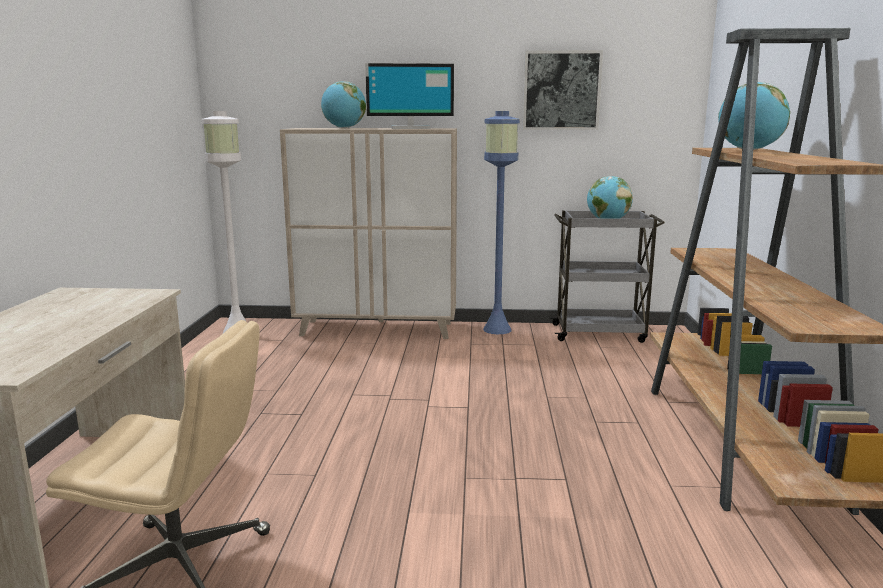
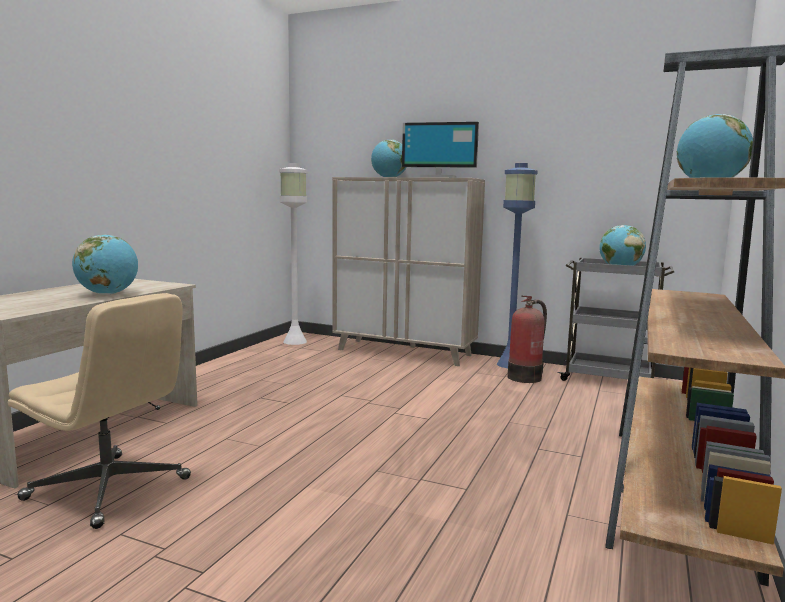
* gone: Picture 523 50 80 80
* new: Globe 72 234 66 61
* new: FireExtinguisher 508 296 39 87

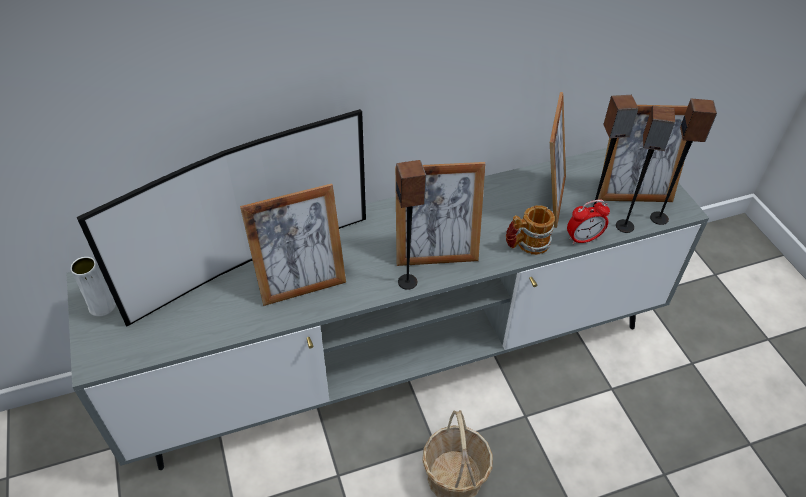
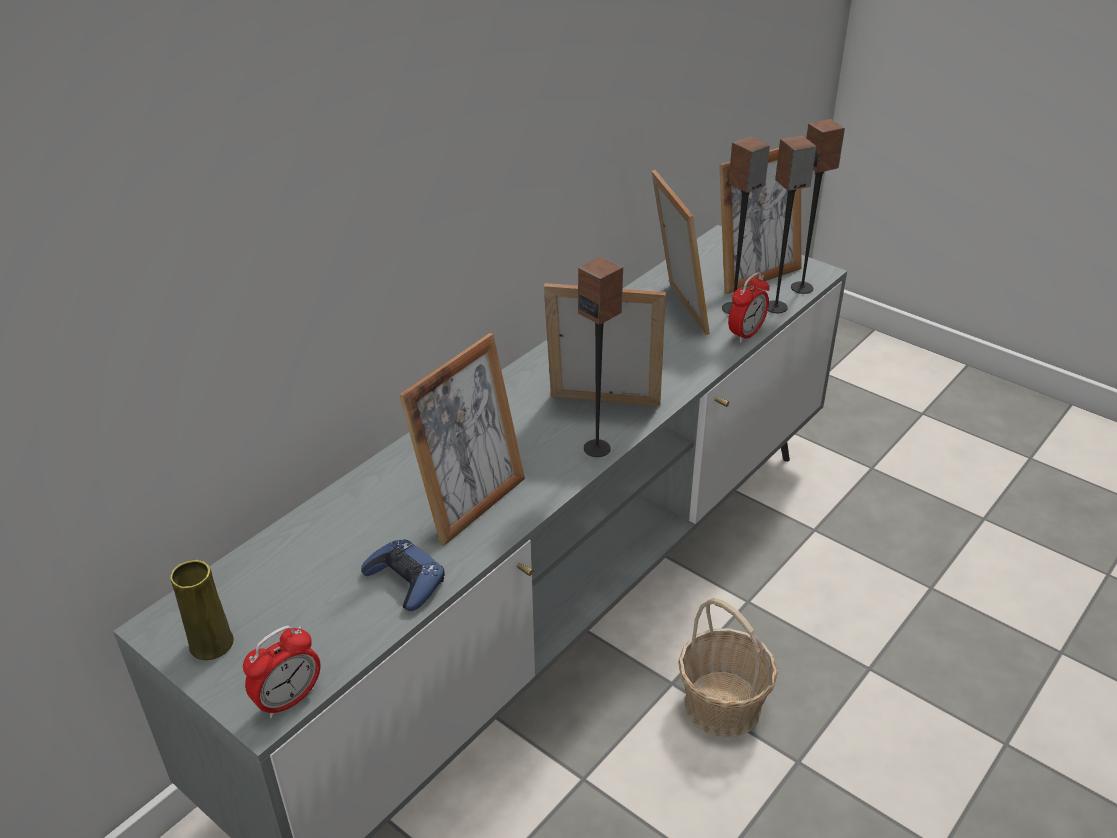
* gone: Television 77 109 289 218
* rotated: PictureFrame 395 162 90 104 = 544 283 122 123 135 degrees counterclockwise
* gone: Mug 506 205 49 50
* repainted: WhiteVase 71 257 45 59 to YellowVase 170 560 64 100
* new: BlueGameController 361 539 84 72
* new: AlarmClock 243 625 78 93

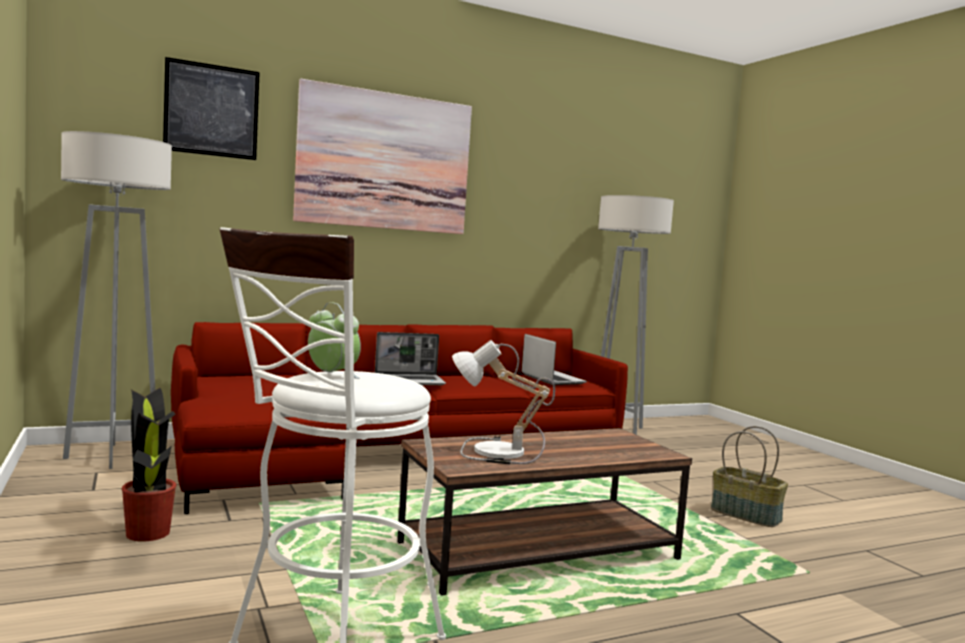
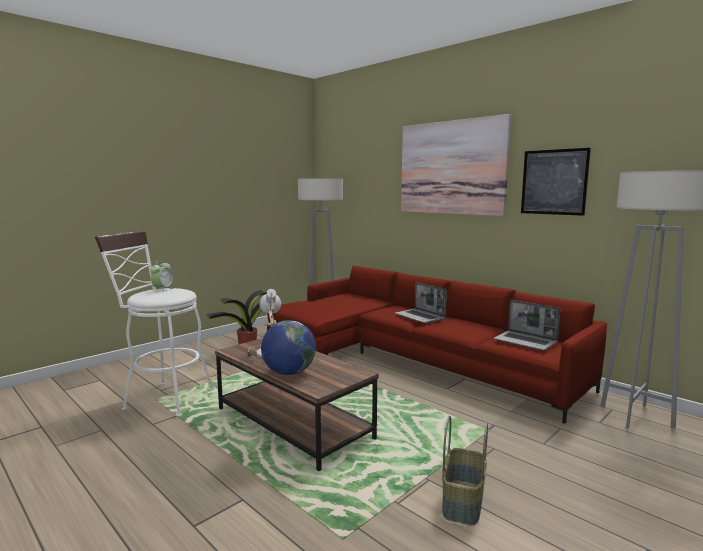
* shifted: Picture 163 57 97 103 to 521 148 70 68
* rotated: Laptop 522 334 65 51 = 494 300 67 51 90 degrees clockwise
* new: Globe 261 320 55 55

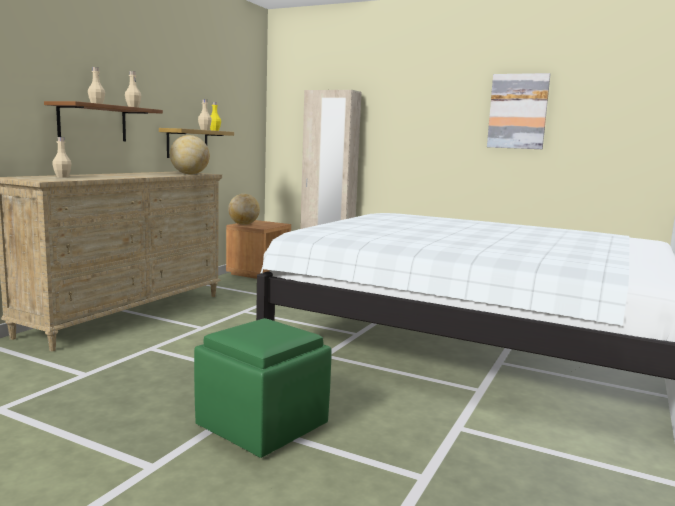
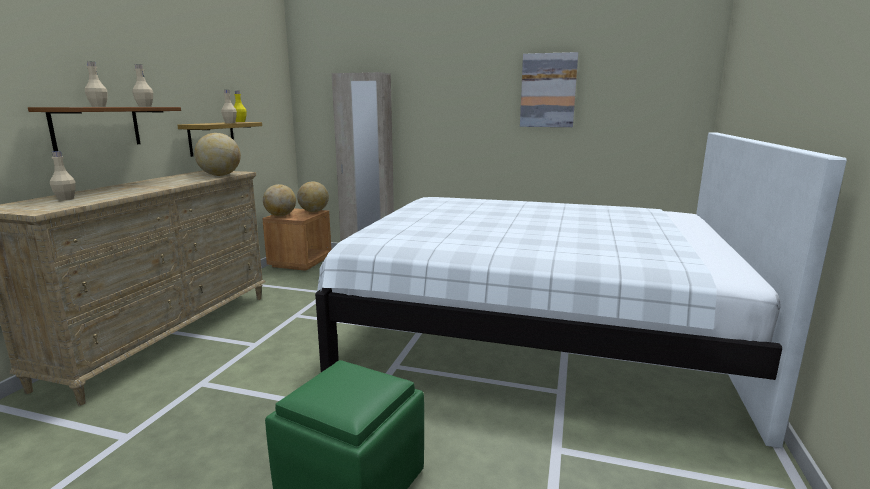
* new: Globe 297 181 32 31

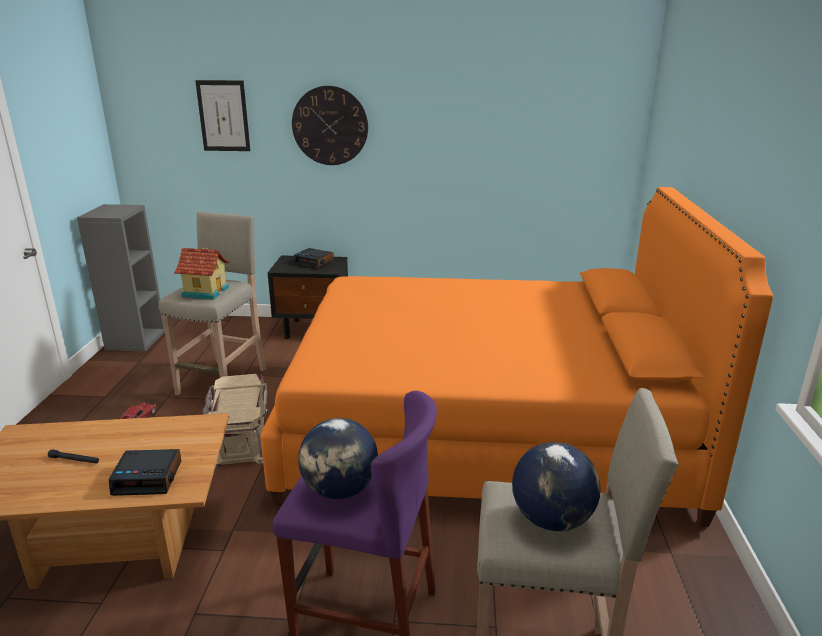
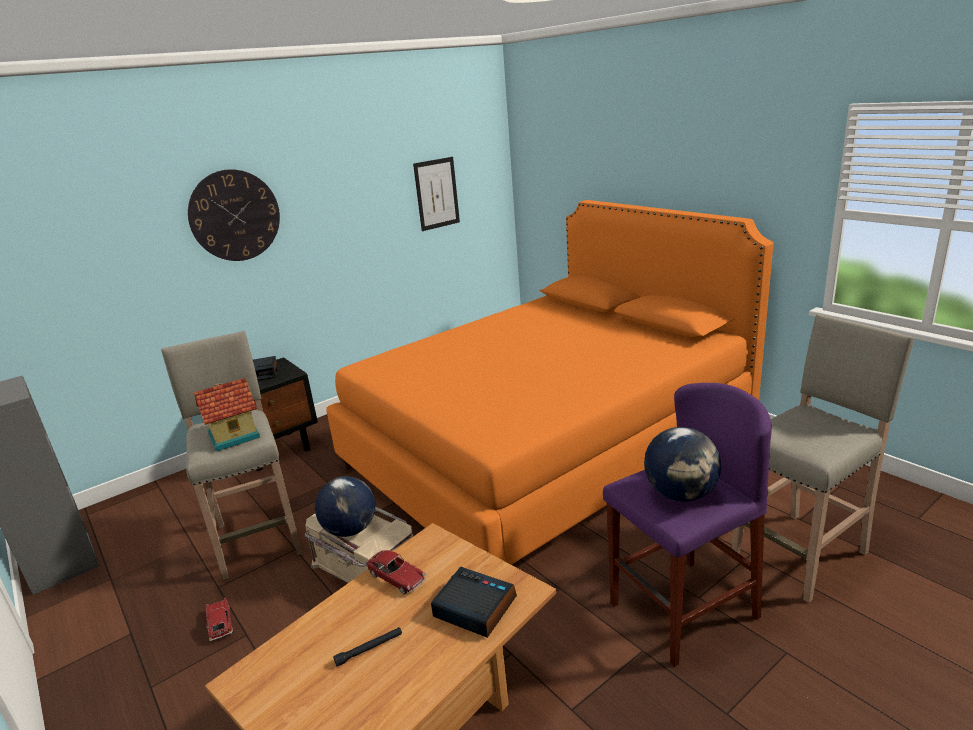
* shifted: Picture 195 80 55 71 to 413 157 47 74
* shifted: Globe 512 442 89 89 to 315 476 60 61
* rotated: AlarmClock 109 449 72 47 = 431 567 86 71 105 degrees counterclockwise
* new: ToyCar 366 550 59 44

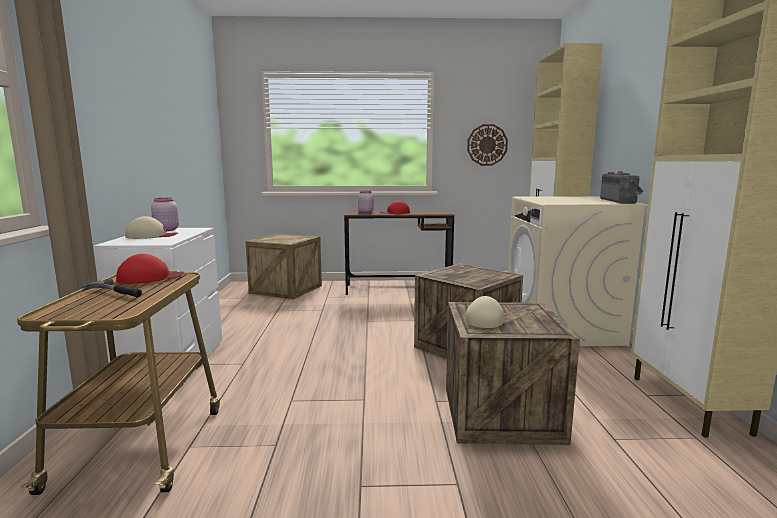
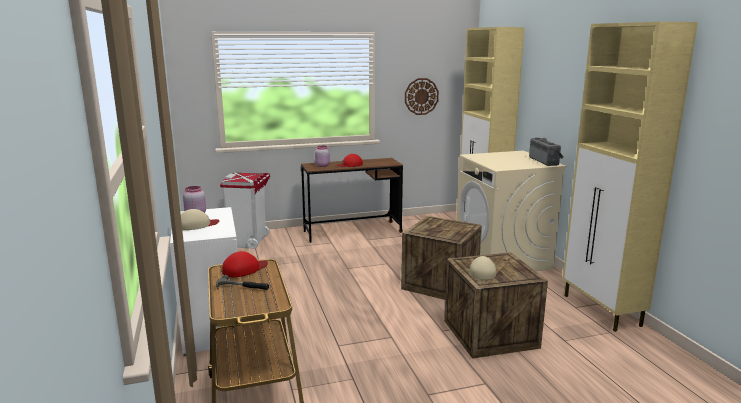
* swapped: Crate 245 234 77 65 to WhiteTrashCan 220 173 50 76

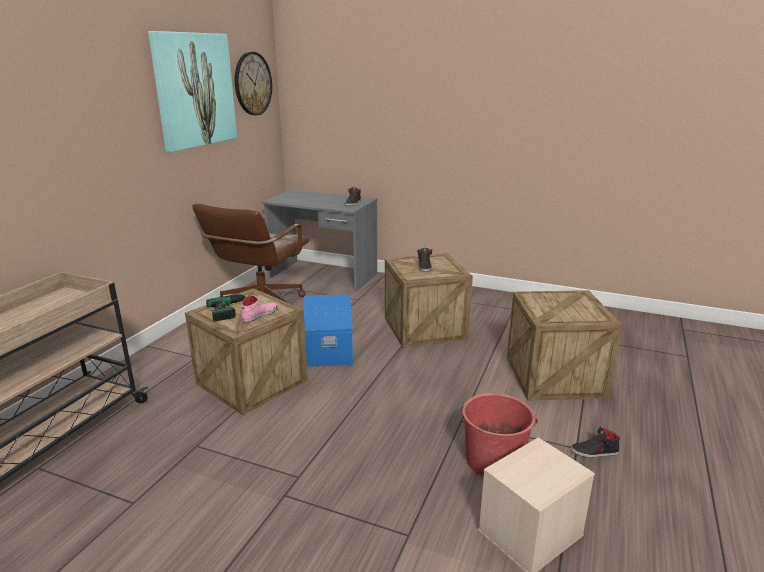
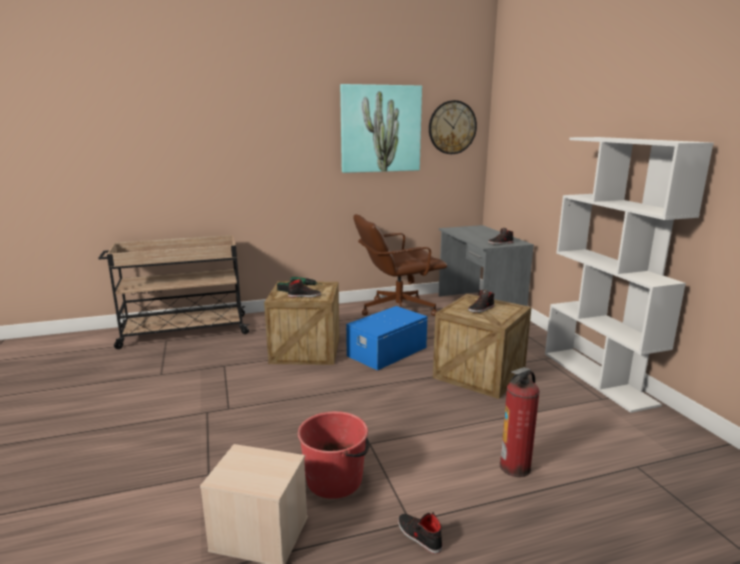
* swapped: Crate 507 290 115 111 to FireExtinguisher 500 367 40 110
* repainted: PinkShoe 241 295 37 28 to BlackShoe 288 278 33 20
* new: WhiteBookcase 545 137 169 276

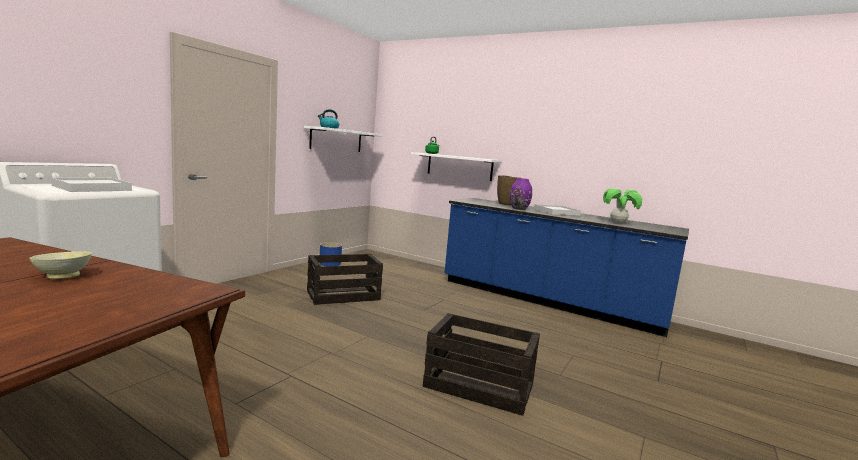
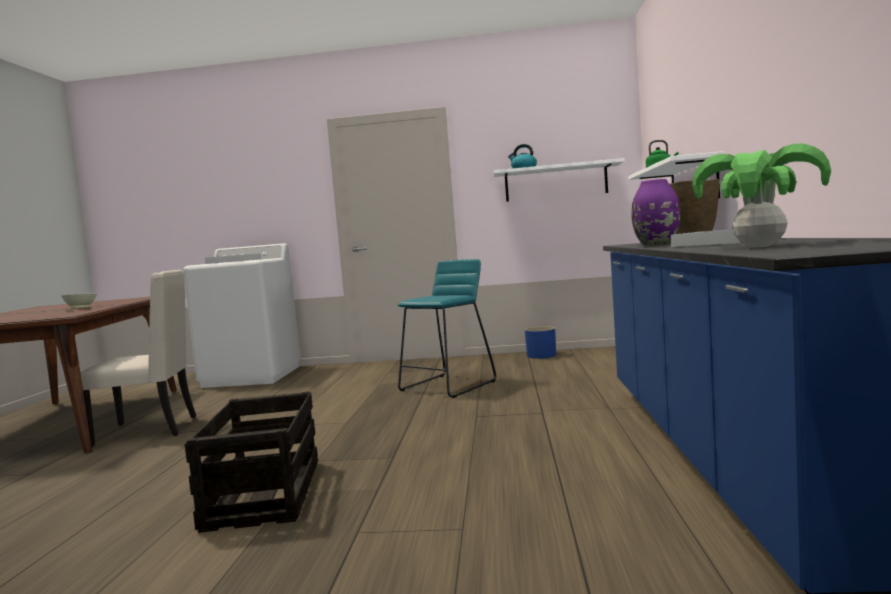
* swapped: Crate 307 254 76 51 to TurquoiseStool 398 259 98 139
* new: BeigeChair 80 270 116 177

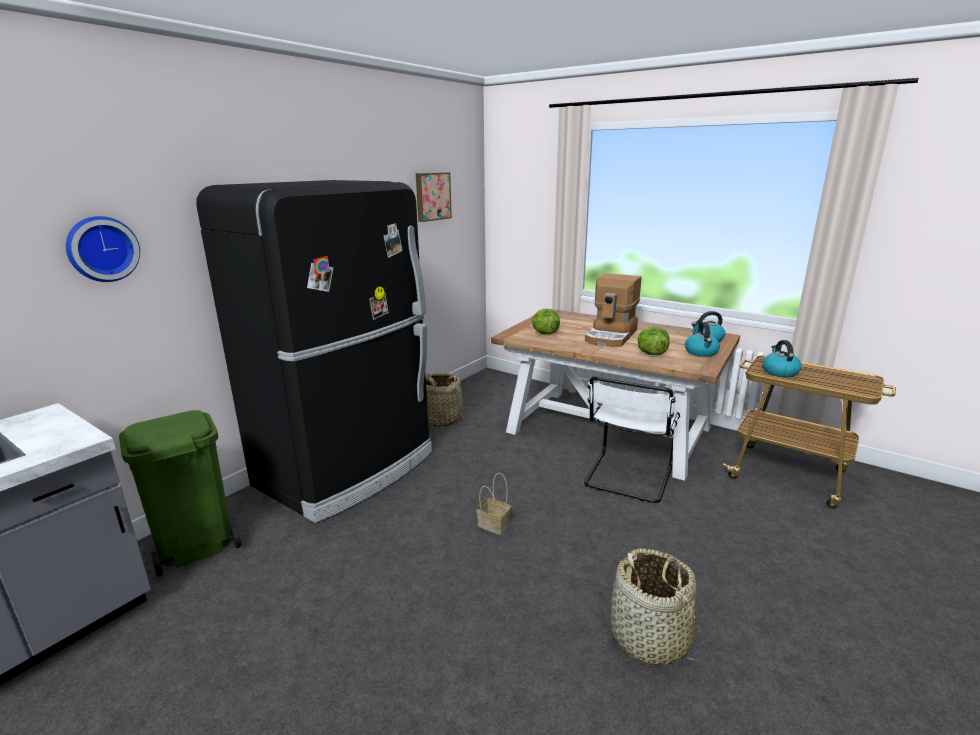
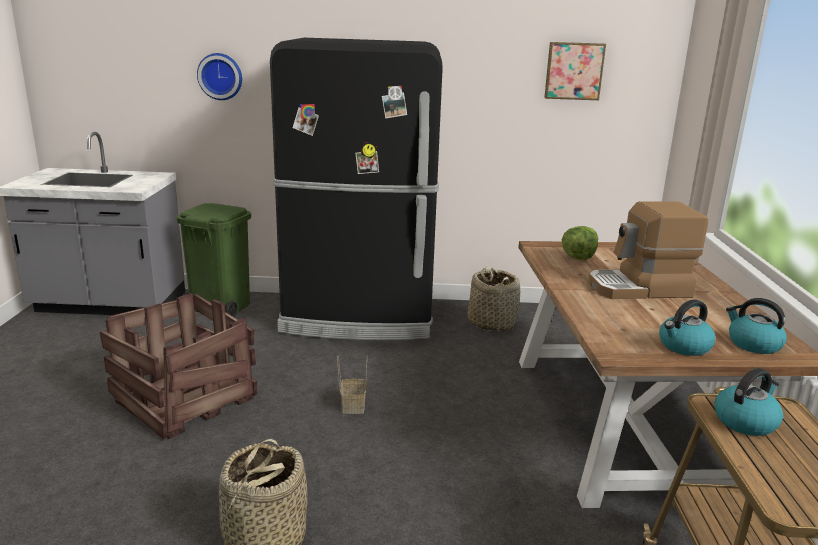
* gone: Lettuce 637 326 33 29
* gone: WhiteChair 584 376 96 127
* new: Crate 100 293 157 146

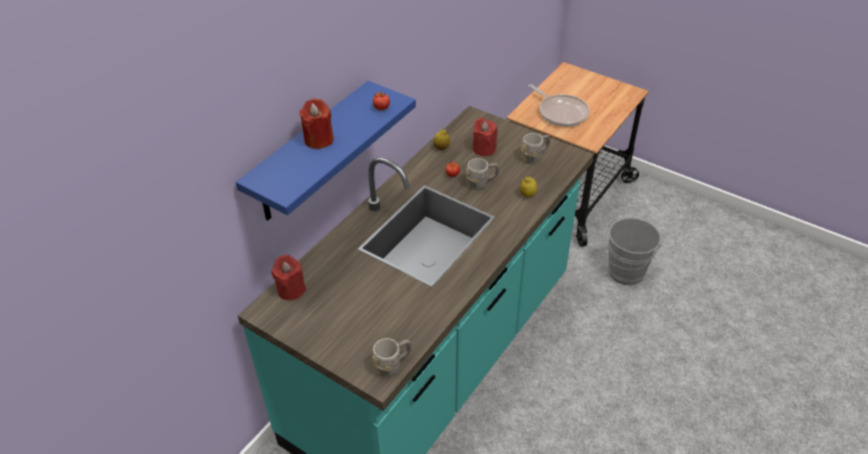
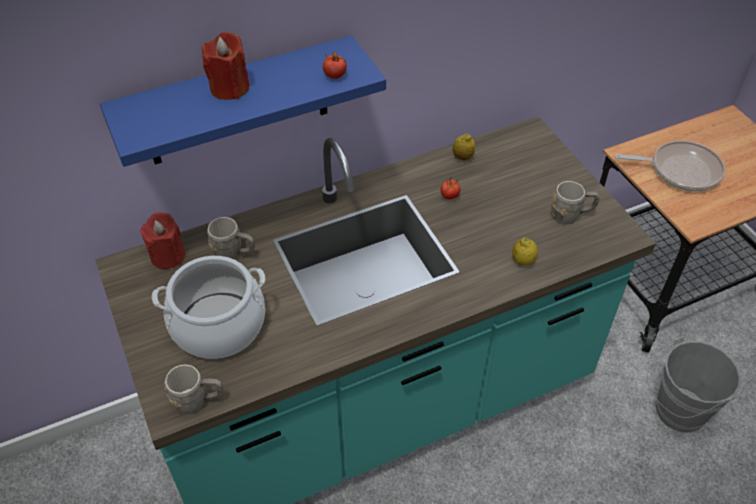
* rotated: FryingPan 528 84 62 42 = 615 140 110 51 75 degrees counterclockwise
* gone: RedCandle 473 118 24 38
* shifted: GreyMug 466 158 33 32 to 207 217 48 43
* new: CookingPot 152 256 113 103

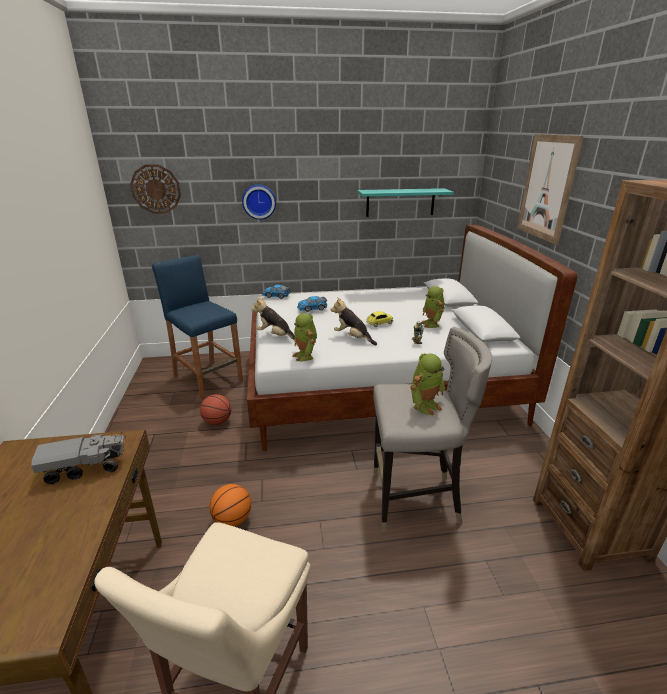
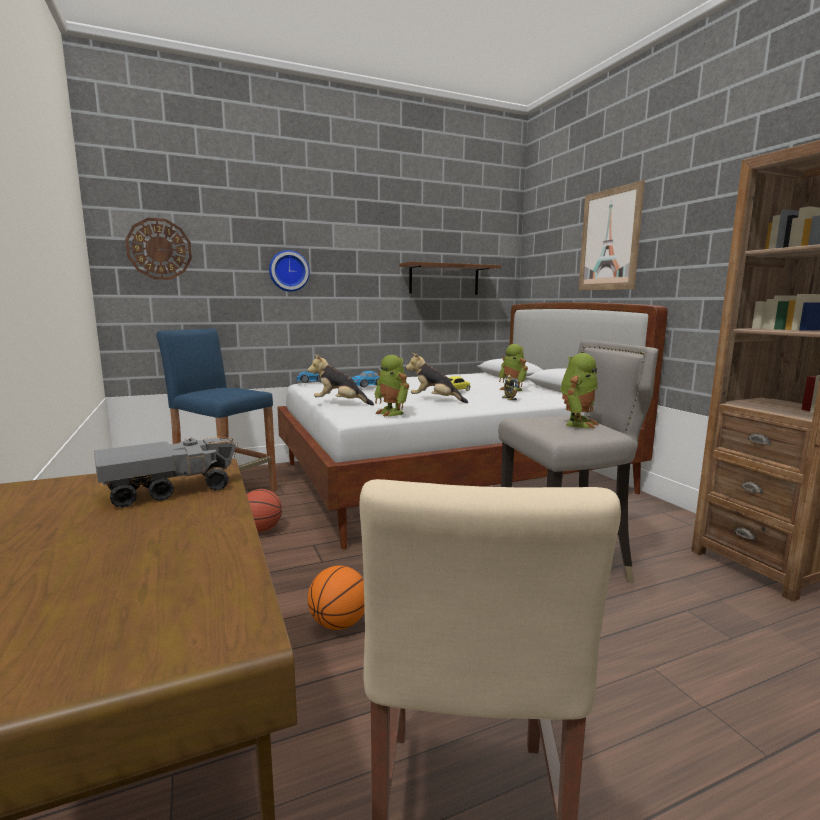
* repainted: TurquoiseShelf 357 188 97 29 to BrownShelf 399 262 102 33

